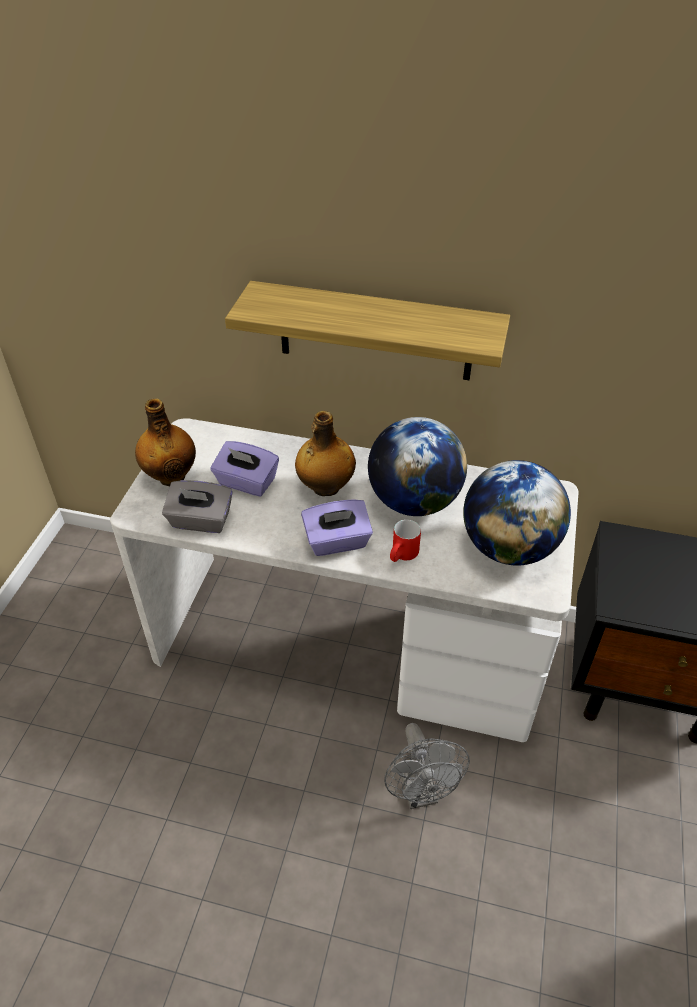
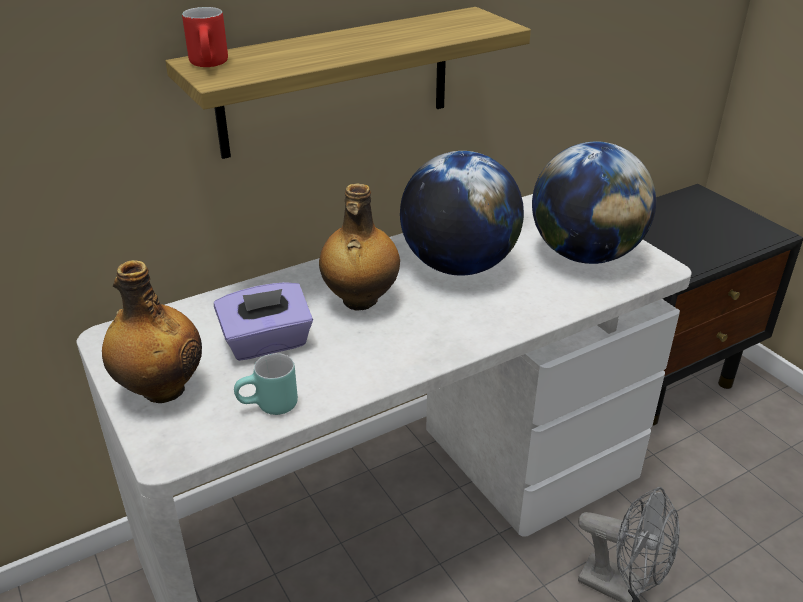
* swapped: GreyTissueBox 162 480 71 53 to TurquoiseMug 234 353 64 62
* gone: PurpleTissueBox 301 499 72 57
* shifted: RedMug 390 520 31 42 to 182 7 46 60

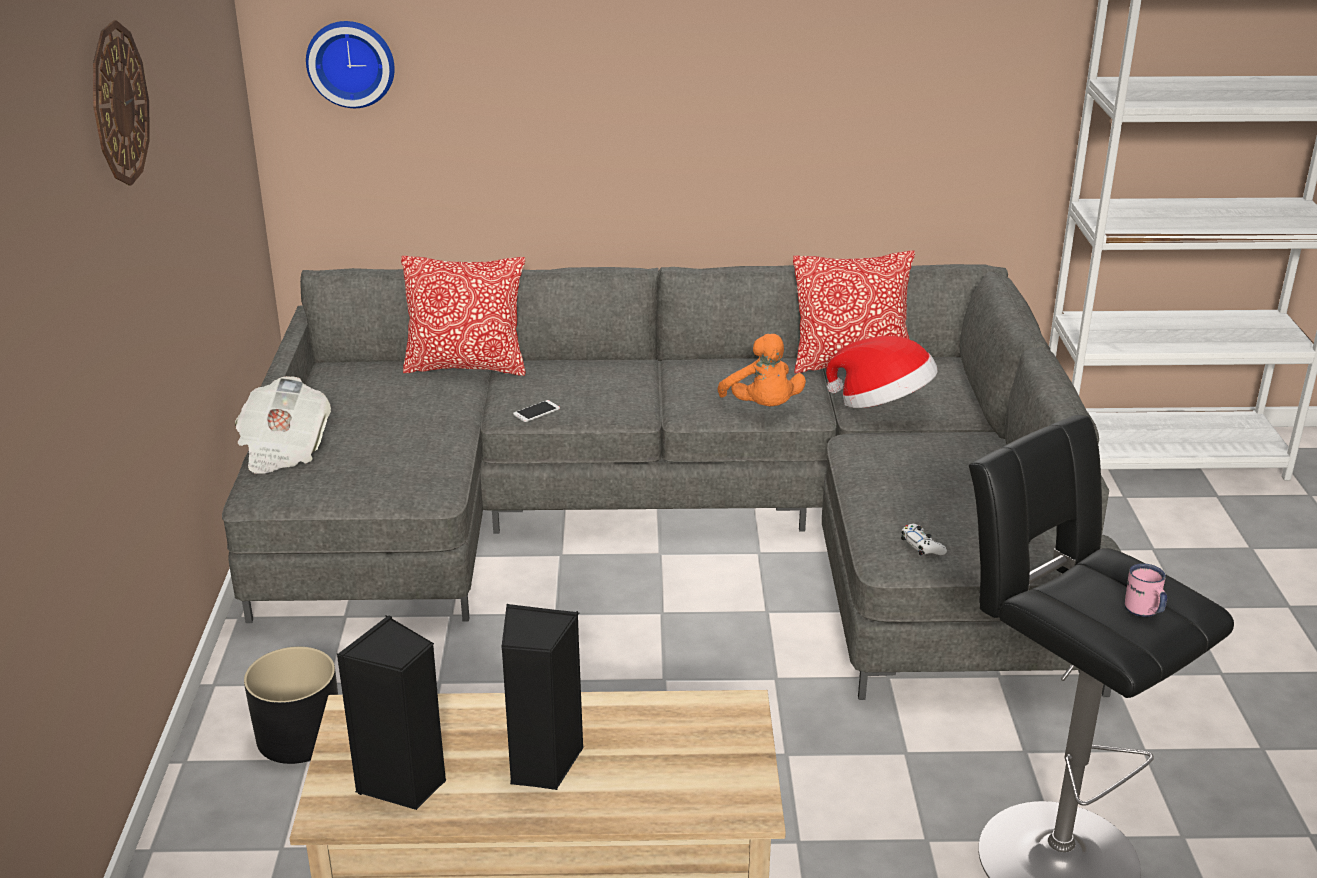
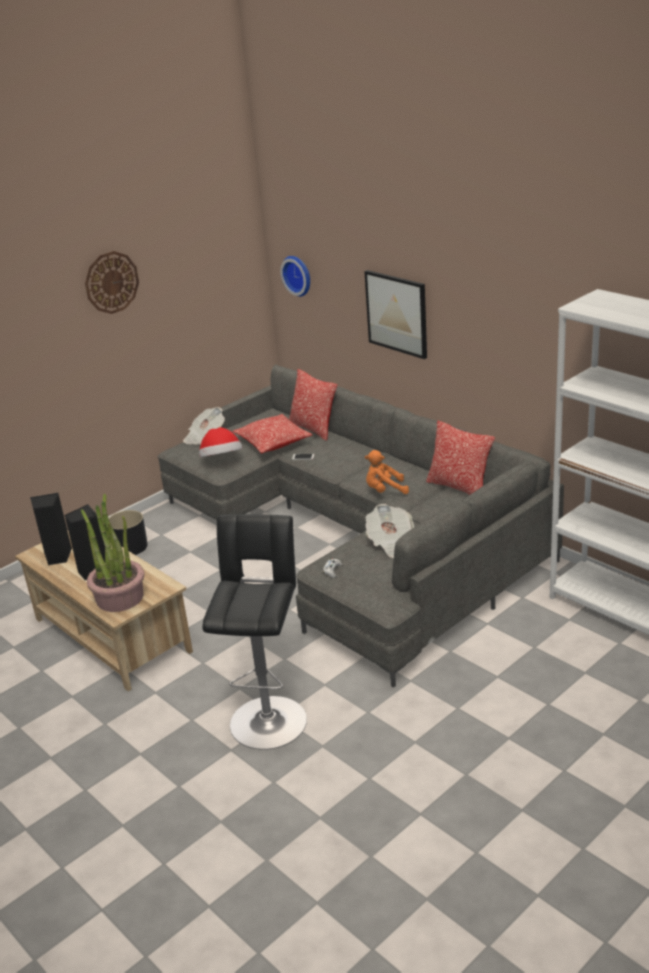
* rotated: OrangePlushToy 718 334 88 72 = 365 450 44 44 60 degrees clockwise
* shifted: Hat 826 336 112 72 to 199 427 44 30
* gone: PinkMug 1125 563 42 54
* new: Picture 364 270 63 89
* new: Pillow 233 414 80 39
* new: PottedPlant 81 494 63 118
* new: Newspaper 366 504 48 54

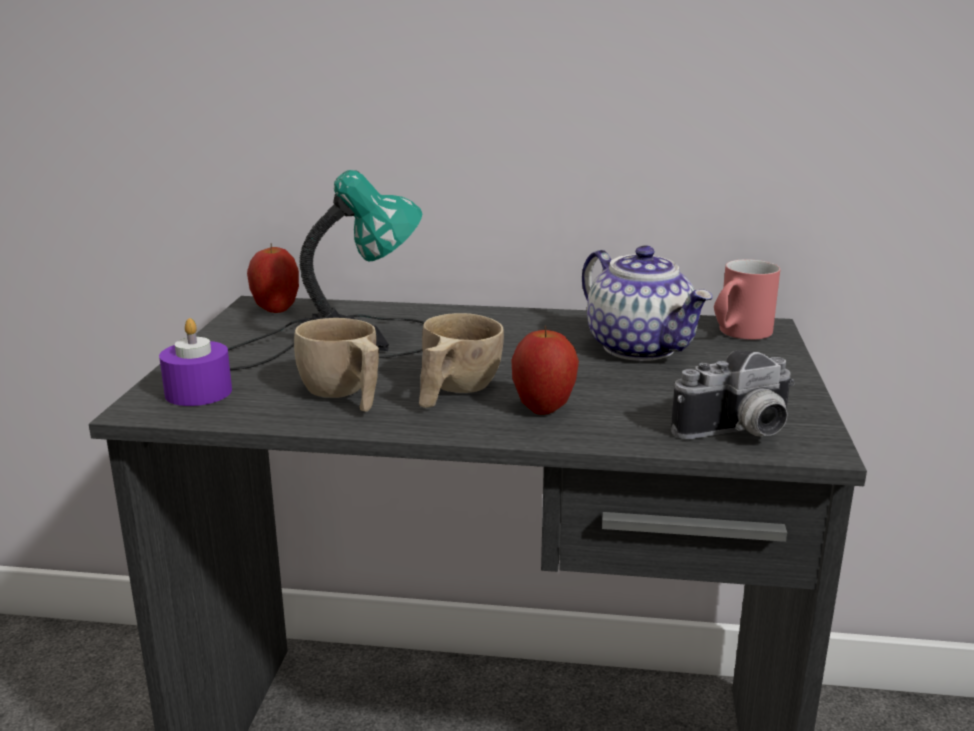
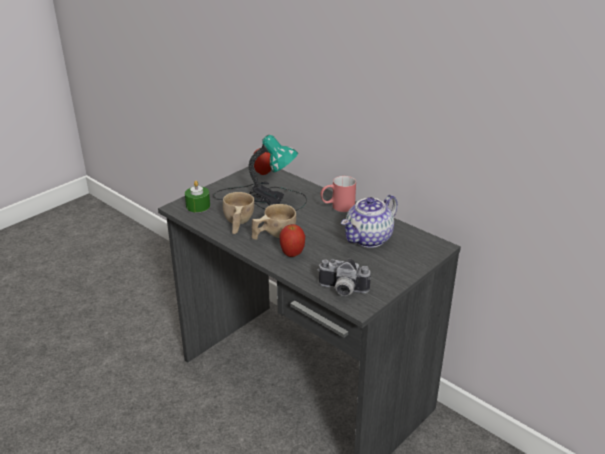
* rotated: Teapot 582 246 130 115 = 341 195 57 53 45 degrees clockwise
* shifted: RedMug 714 259 66 81 to 320 176 36 36
* repainted: PurpleCandle 159 318 73 88 to GreenCandle 185 181 25 31

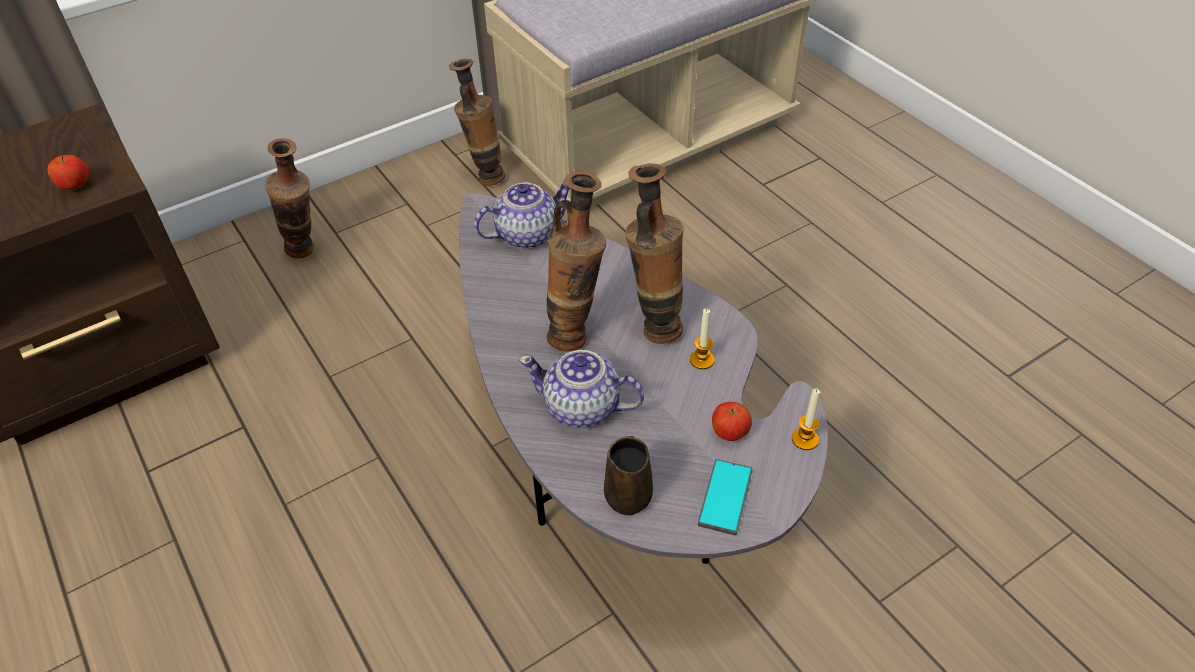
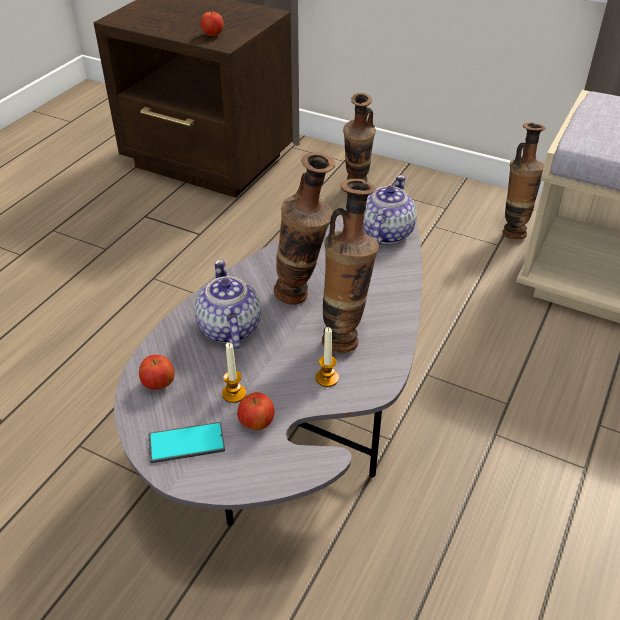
* rotated: Teapot 474 182 95 67 = 363 175 54 70 105 degrees counterclockwise
* shifted: Candle 792 388 28 62 to 222 343 24 60
* swapped: BrownMug 604 436 49 79 to Apple 139 355 36 35

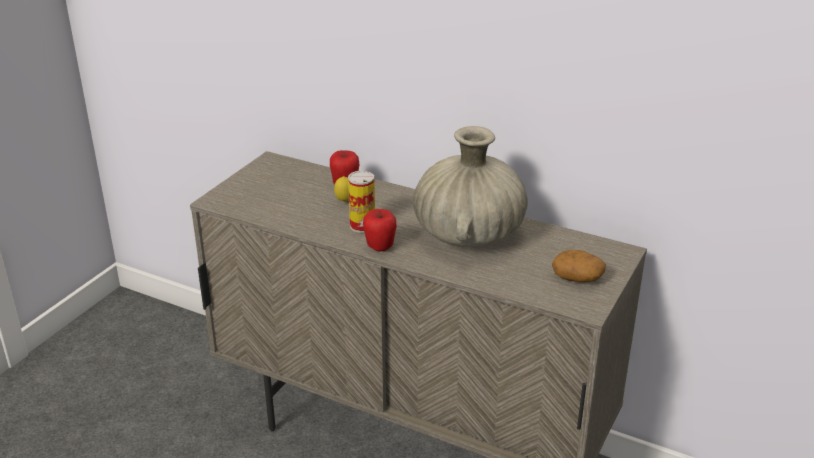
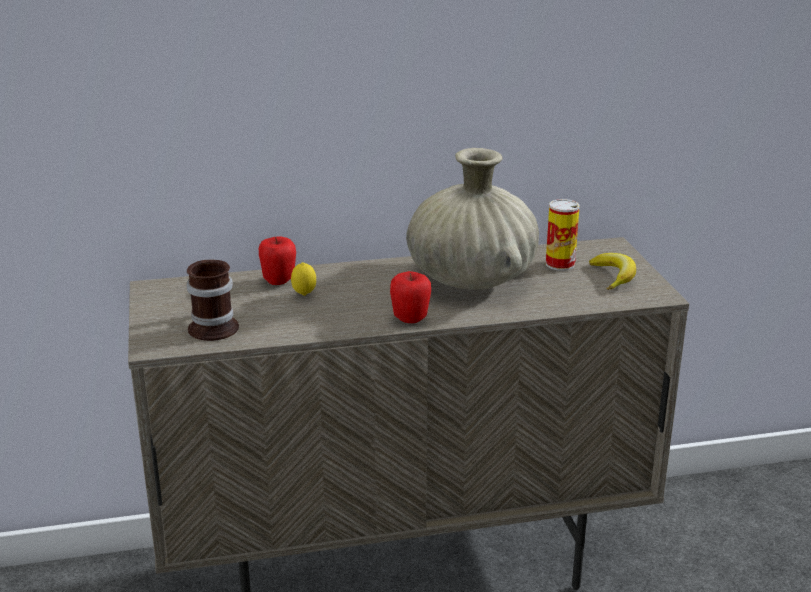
* shifted: Can 348 171 27 62 to 546 199 34 72
* swapped: Potato 552 250 54 32 to Banana 589 253 47 37
* new: Mug 186 260 53 81

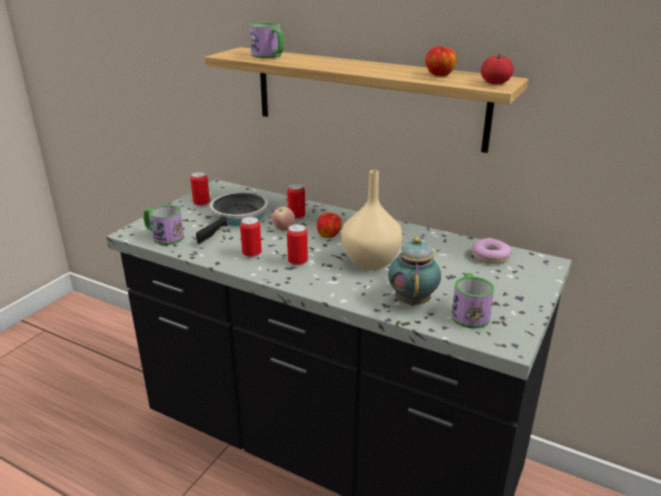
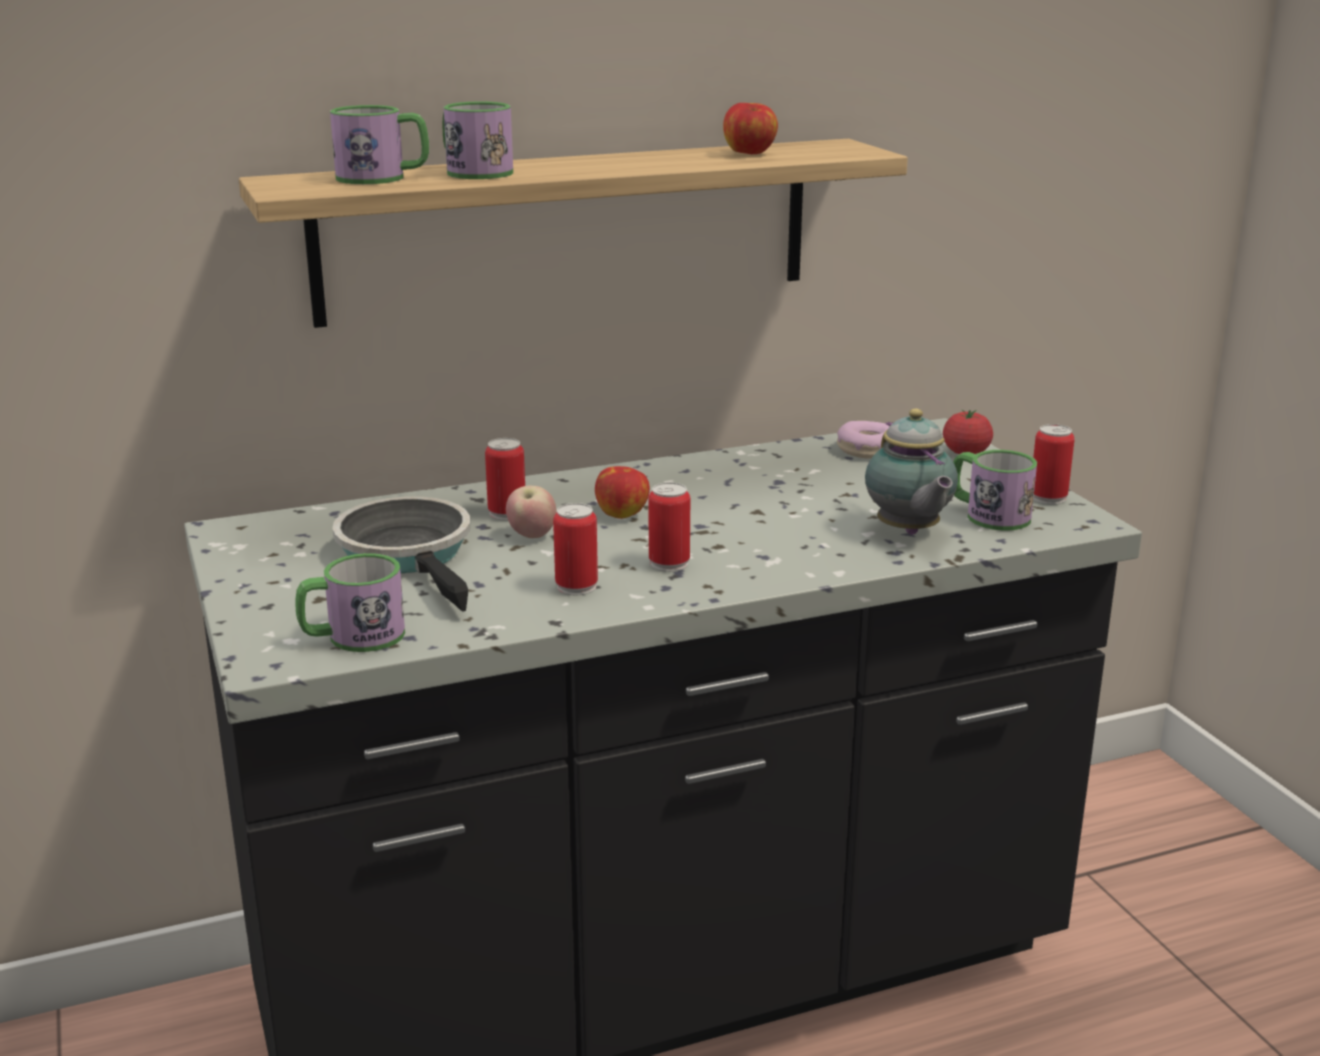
* shifted: Tomato 481 54 33 31 to 943 410 50 44
* gone: BeigeVase 341 170 61 100
* shifted: Can 190 172 20 36 to 1033 424 42 81
* rotated: Teapot 388 237 53 69 = 865 409 93 126 150 degrees counterclockwise
* new: Mug 443 101 70 78

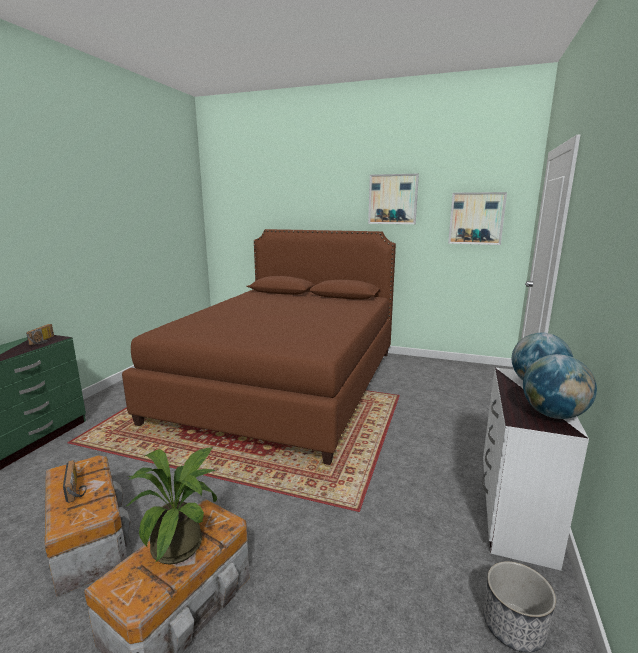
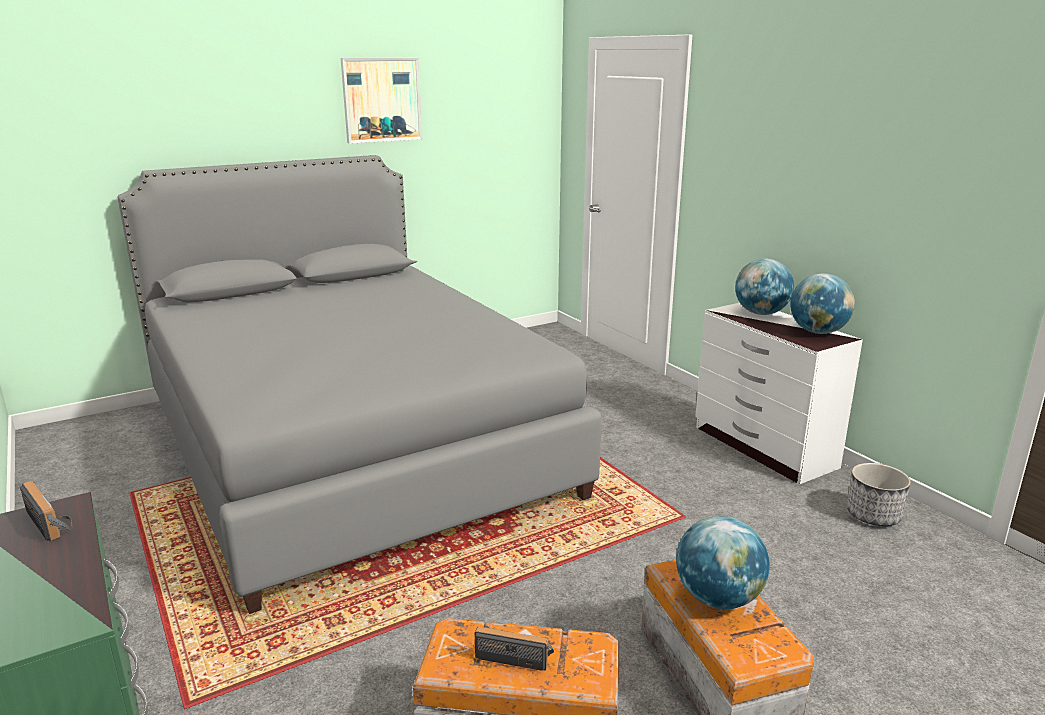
* gone: Picture 448 192 59 53
* repainted: BrownBed 122 229 274 236 to GreyBed 118 155 484 459
* swapped: PottedPlant 125 448 92 116 to Globe 676 516 94 93

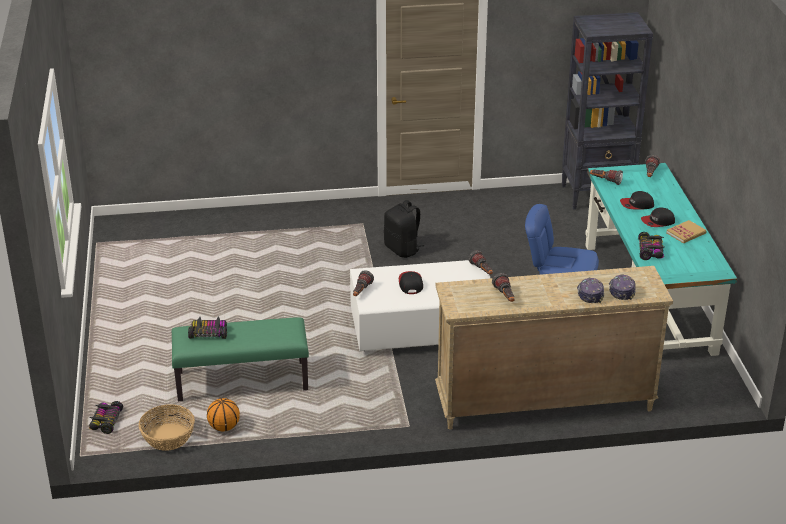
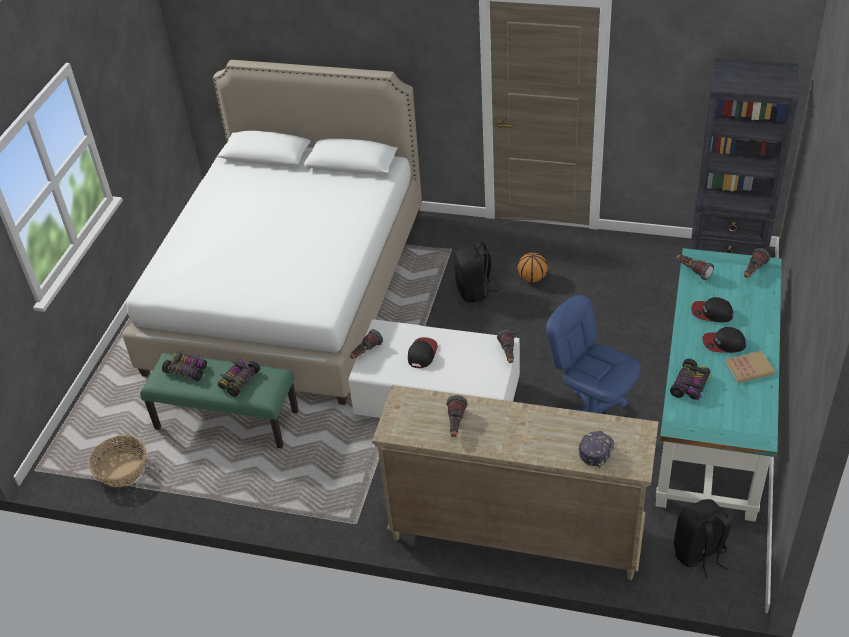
* gone: Cap 577 278 27 25
* shifted: Basketball 207 398 33 33 to 517 253 31 30
* shifted: ToyCar 89 401 34 33 to 218 360 42 37
* new: WhiteBed 123 60 299 345
* new: BlackBackpack 674 499 57 80

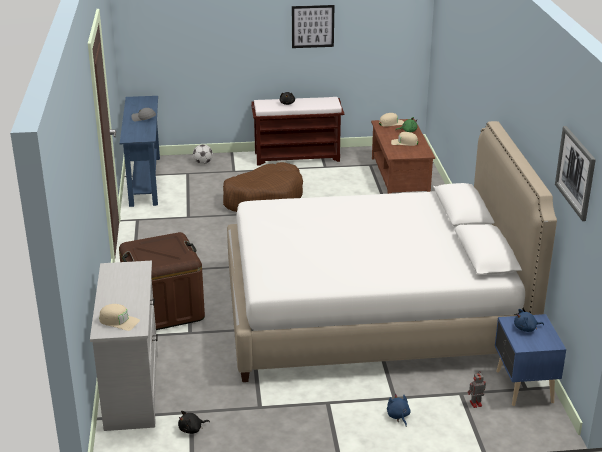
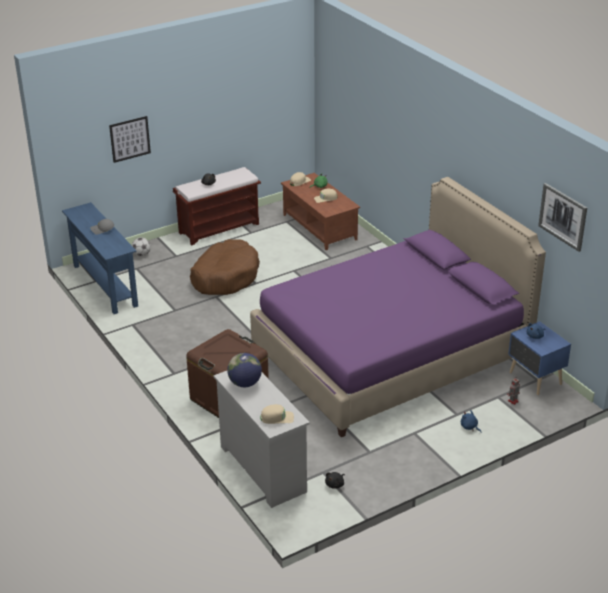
* shifted: Picture 292 5 42 43 to 109 116 42 47
* repainted: WhiteBed 227 121 330 261 to PurpleBed 250 177 296 260
* new: Globe 227 353 35 34

